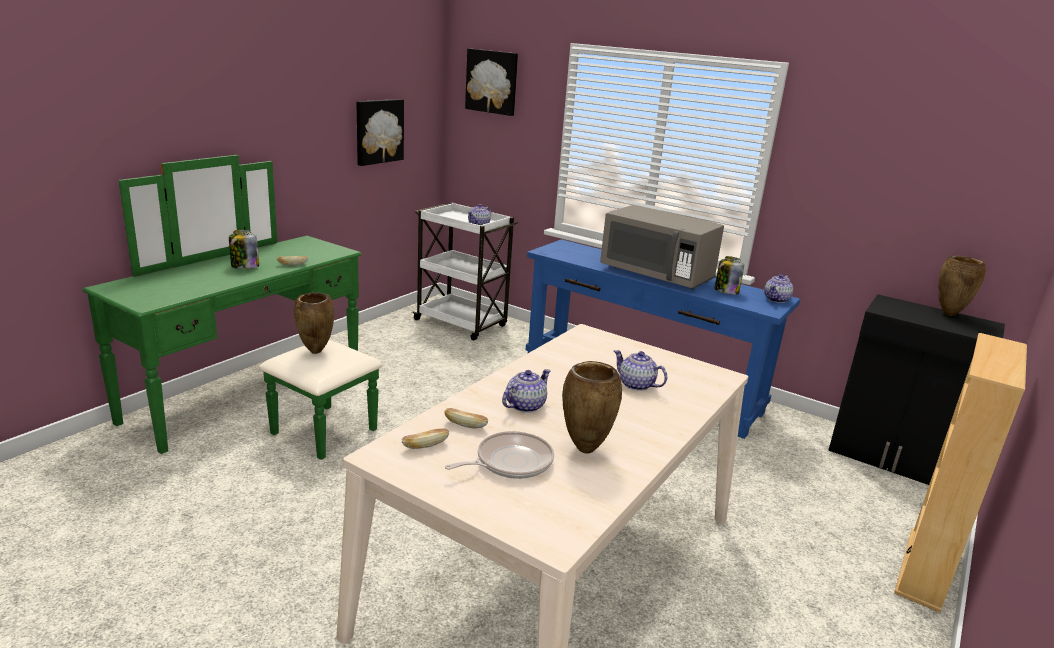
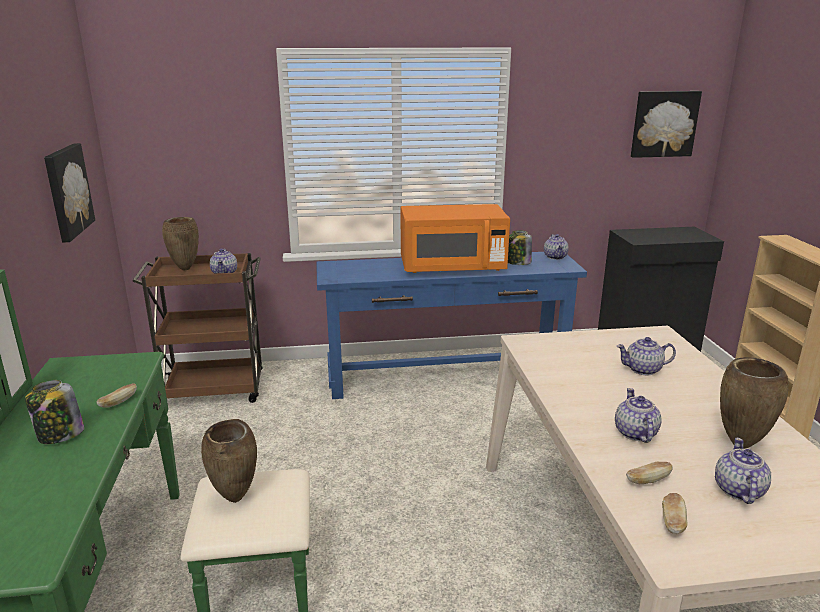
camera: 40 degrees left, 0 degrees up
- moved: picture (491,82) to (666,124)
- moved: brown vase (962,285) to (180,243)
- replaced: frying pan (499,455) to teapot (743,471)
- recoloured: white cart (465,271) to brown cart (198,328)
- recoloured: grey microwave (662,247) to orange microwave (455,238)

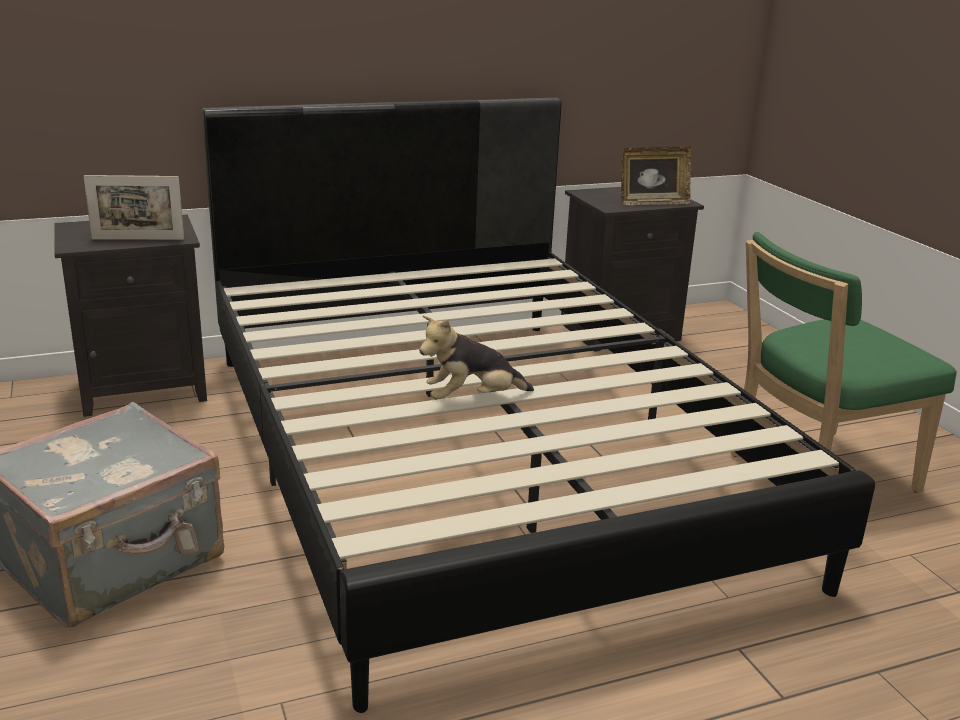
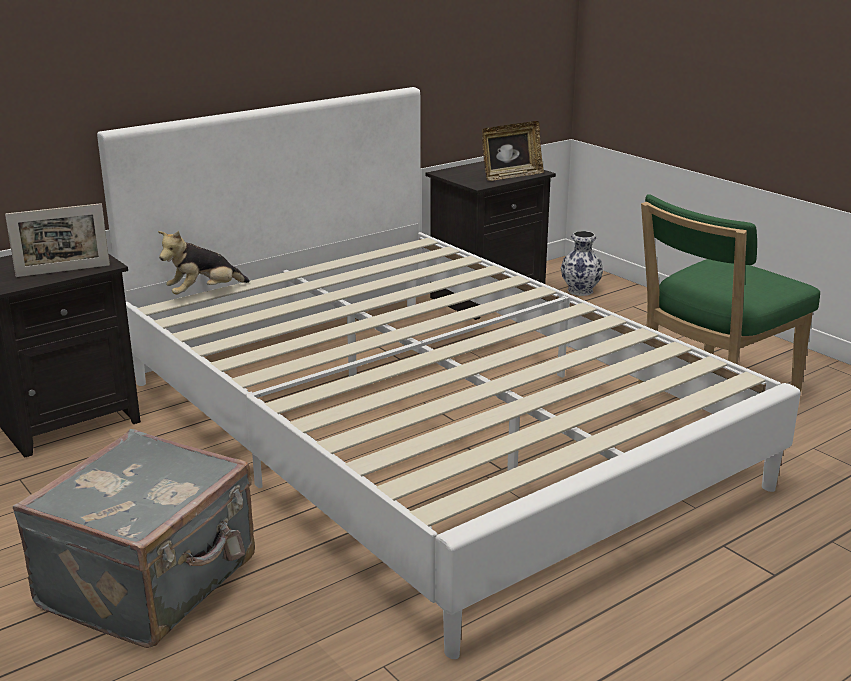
camera: 15 degrees left, 0 degrees up
- added: vase (582,263)
- moved: plush toy (476,357) to (204,263)
- recoloured: black bed (538,405) to white bed (449,373)

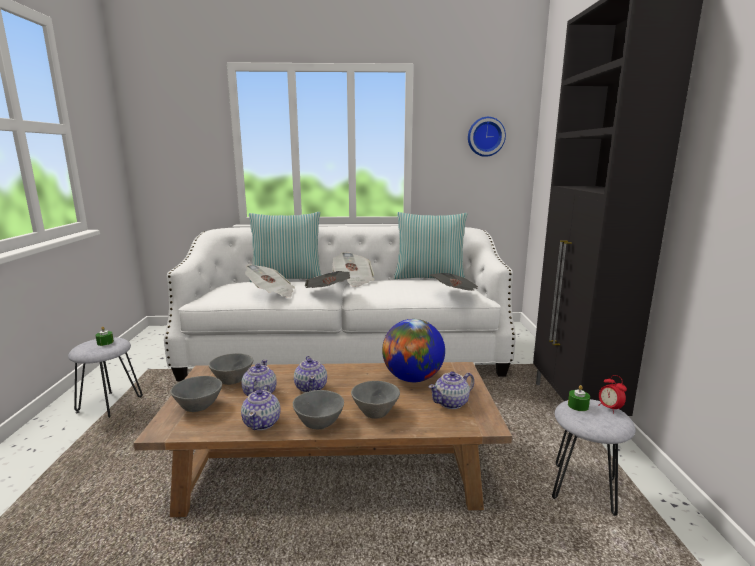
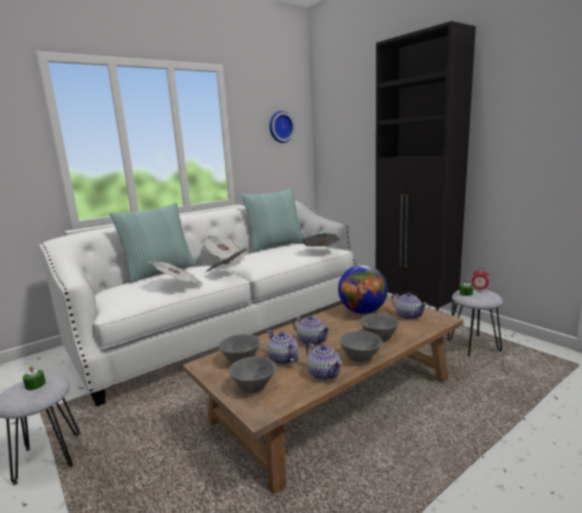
camera: 35 degrees left, 0 degrees up
- turned: teapot (451,390) = (409,306) 60 degrees counterclockwise

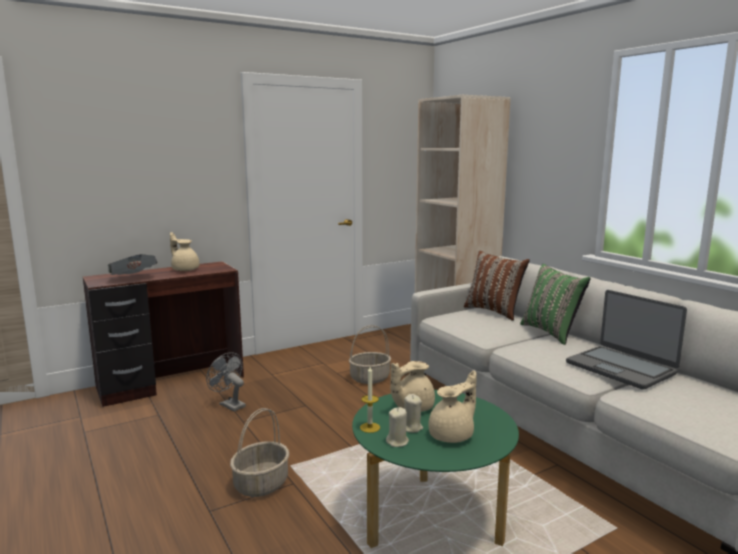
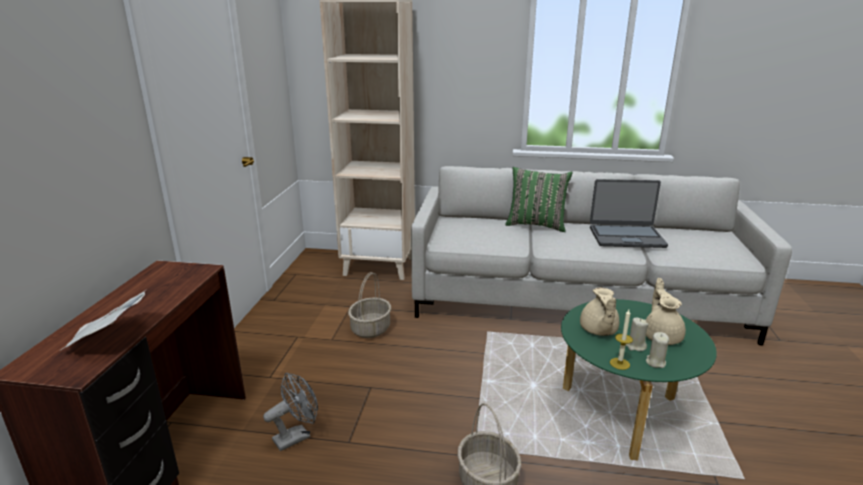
camera: 50 degrees left, 10 degrees up
- removed: beige teapot (185,251)
- removed: brown pillow (497,286)
- turned: grey fan (226,381) = (290,412) 150 degrees clockwise

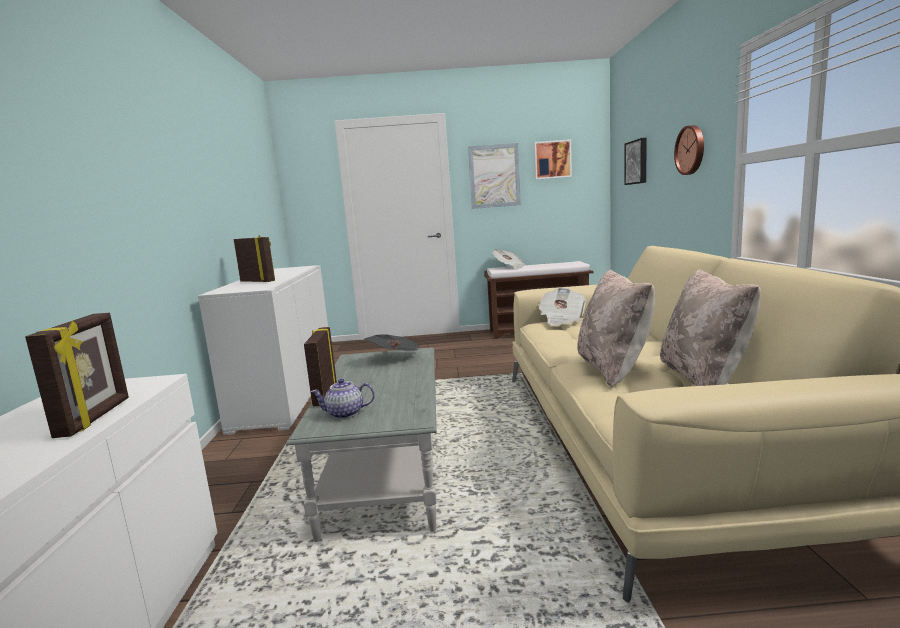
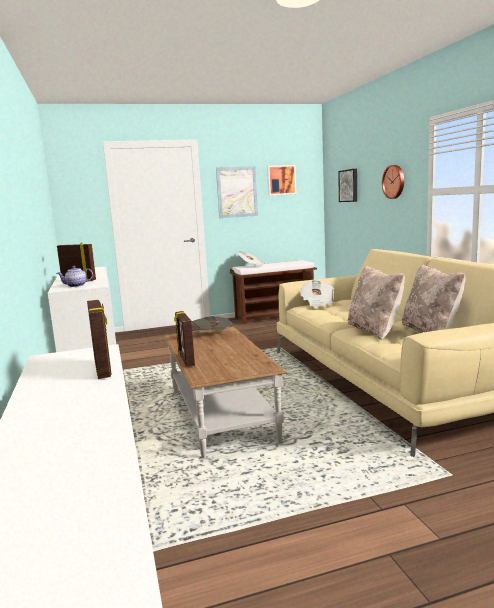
camera: 15 degrees left, 0 degrees up
- moved: teapot (343,399) to (75,276)
- recoloured: grey coffee table (361,444) to brown coffee table (225,392)

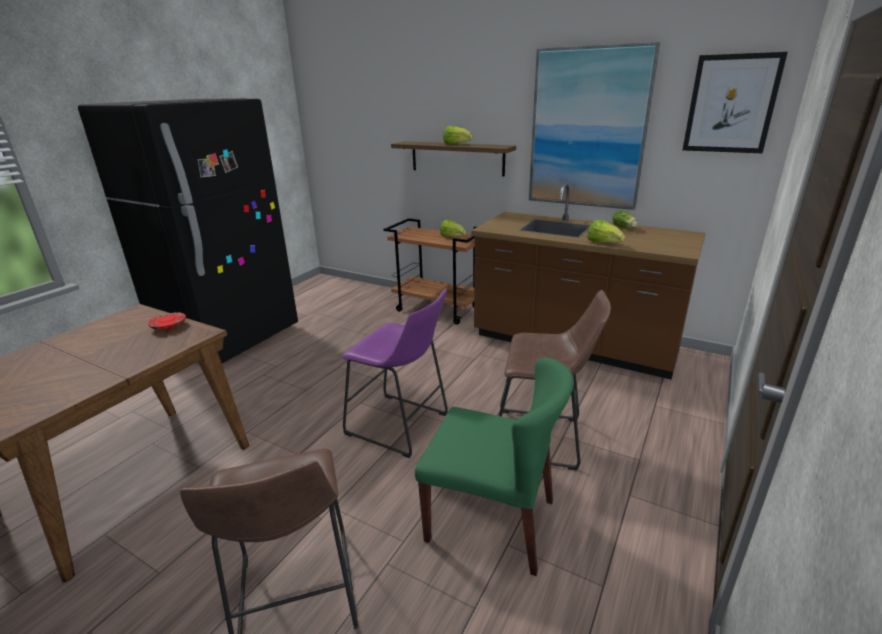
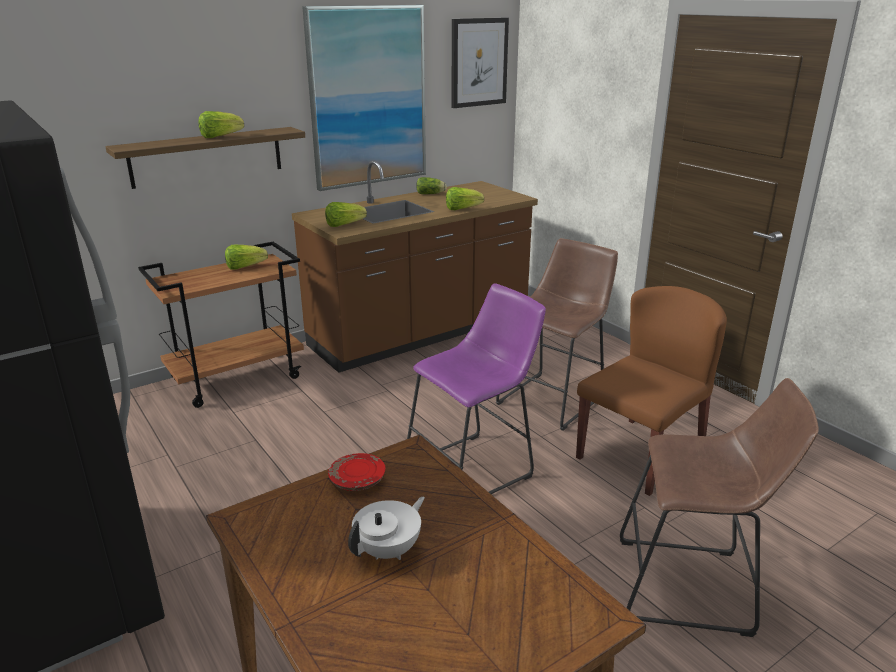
camera: 65 degrees left, 0 degrees up
- added: lettuce (346,214)
- added: white teapot (386,528)
- recoloured: green chair (494,467) to brown chair (651,391)

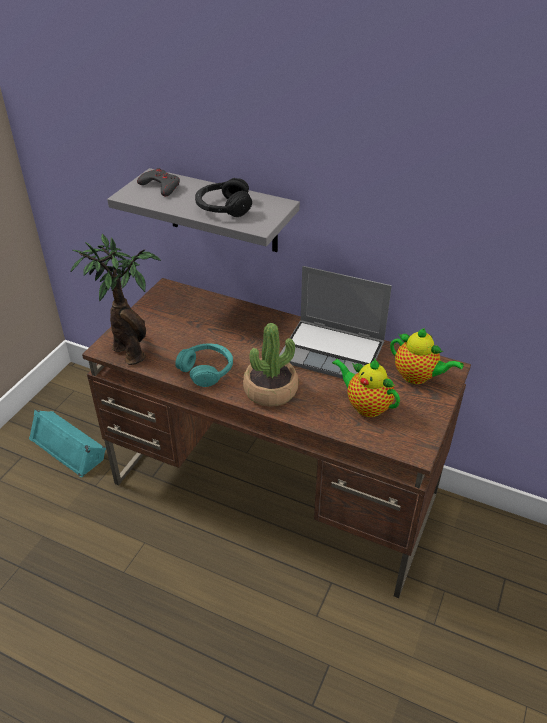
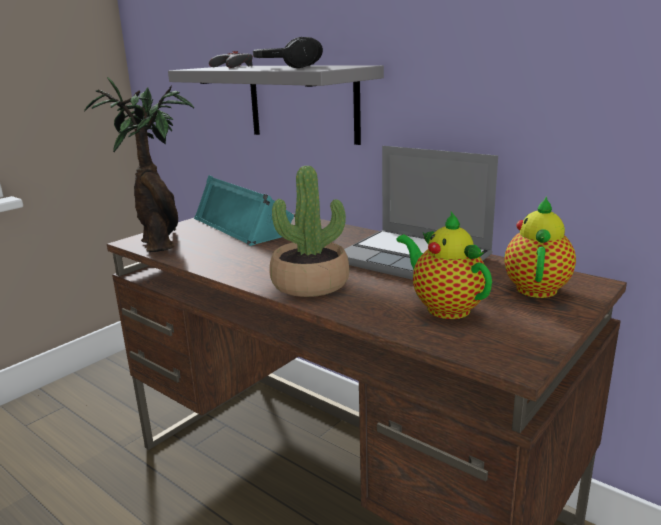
camera: 15 degrees right, 20 degrees down
- removed: turquoise headphones (204,365)
- moved: turquoise speaker (67,444) to (244,210)
- turned: teapot (427,356) = (540,247) 120 degrees counterclockwise

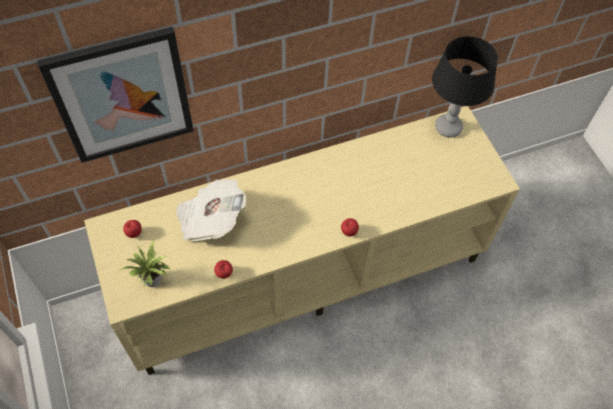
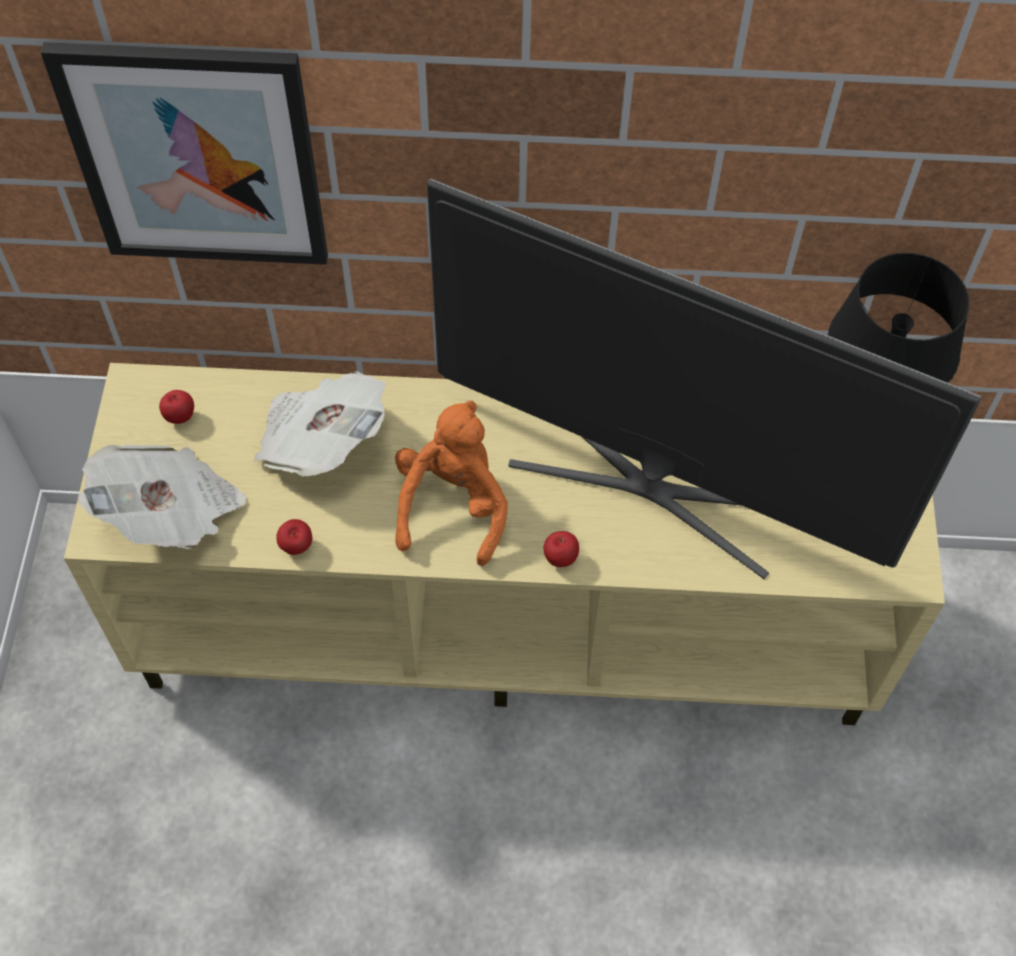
camera: 25 degrees right, 0 degrees up
- added: orange plush toy (451,483)
- added: television (704,379)
- replaced: potted plant (144,263) to newspaper (161,497)

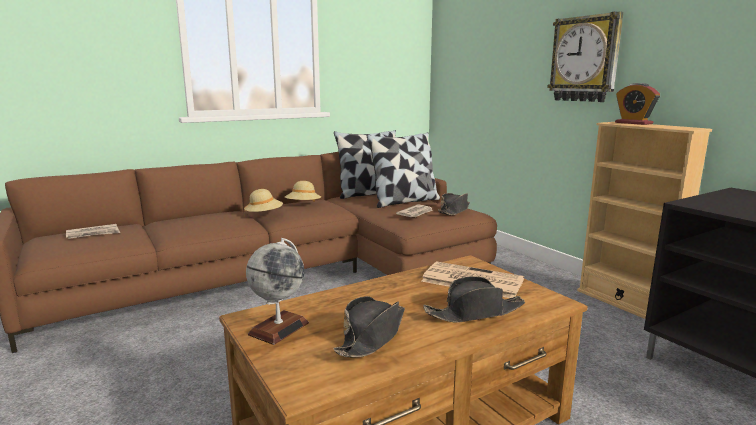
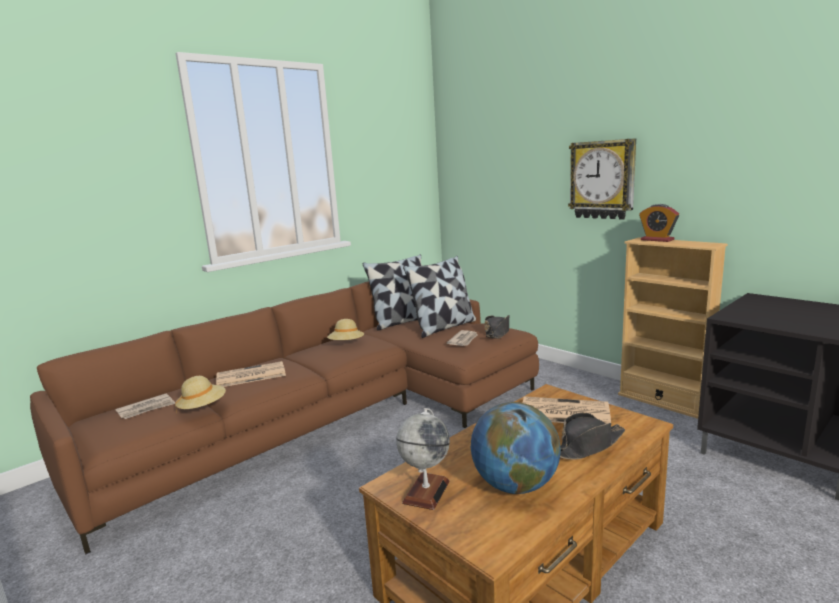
camera: 10 degrees left, 0 degrees up
- added: newspaper (251,374)
- moved: beige hat (263,203) to (200,394)
- replaced: black hat (369,326) to globe (516,448)

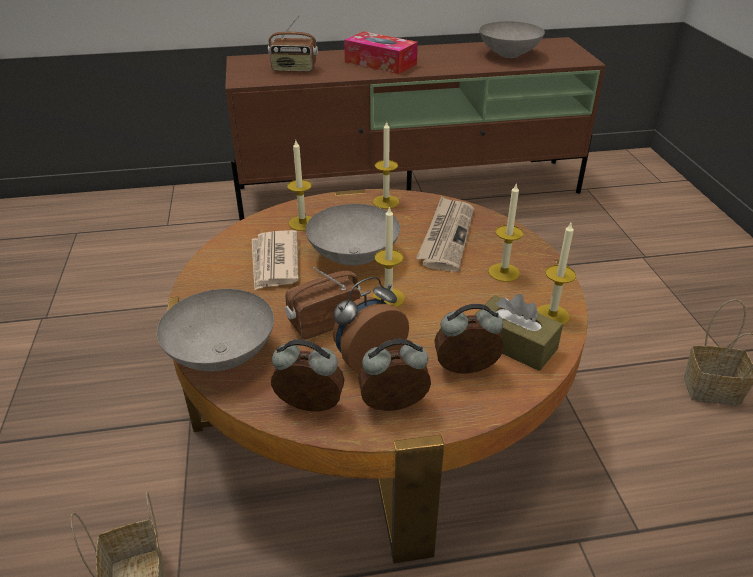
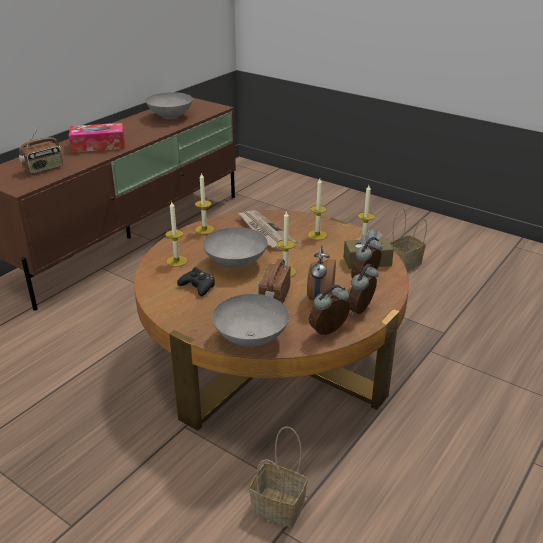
camera: 45 degrees left, 5 degrees down
- replaced: newspaper (275,260) to black game controller (196,281)

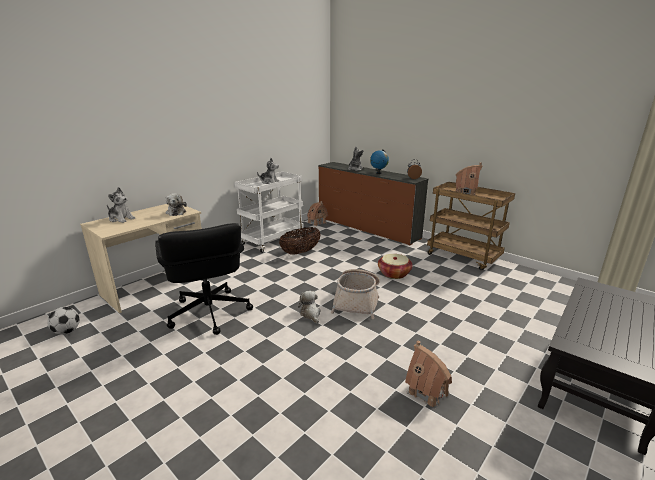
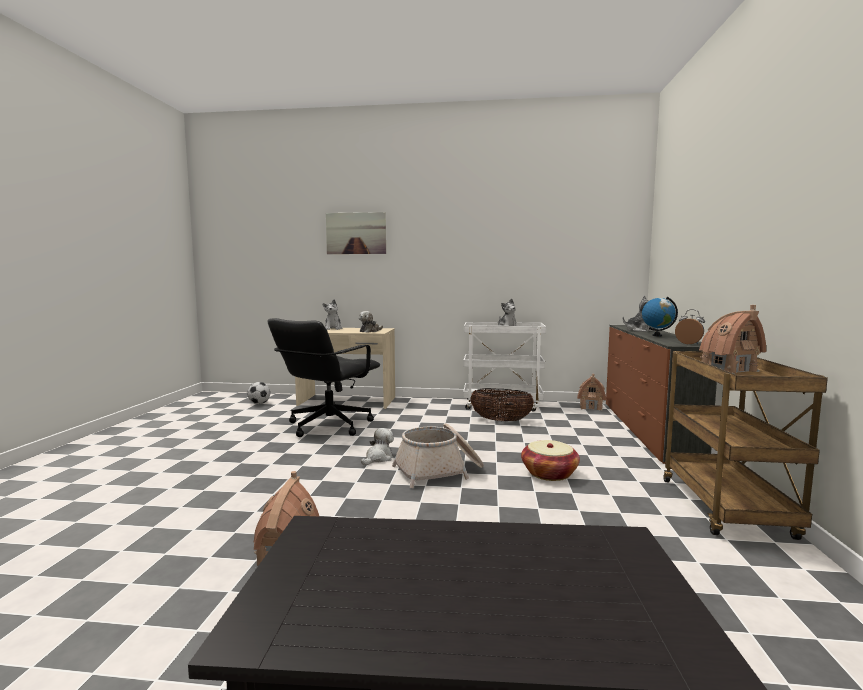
camera: 55 degrees right, 15 degrees down
- added: picture (356,233)

